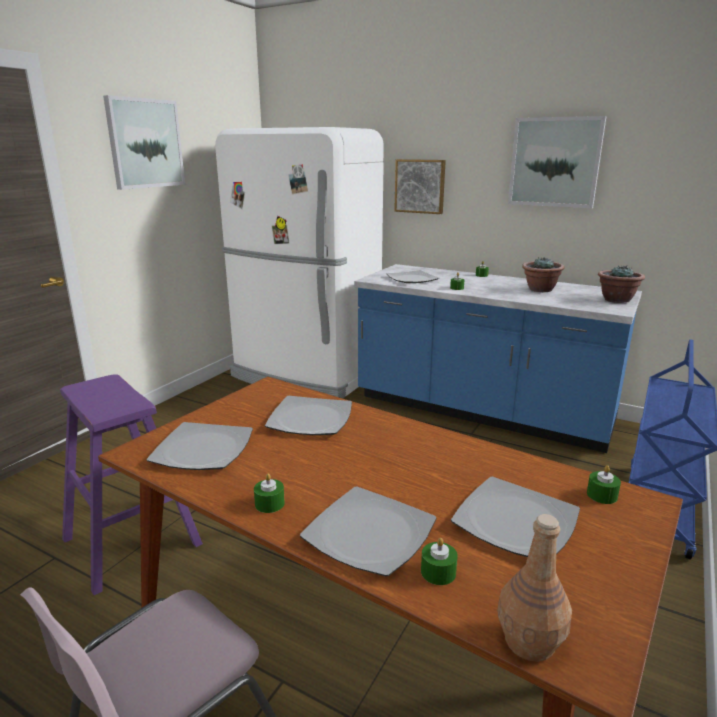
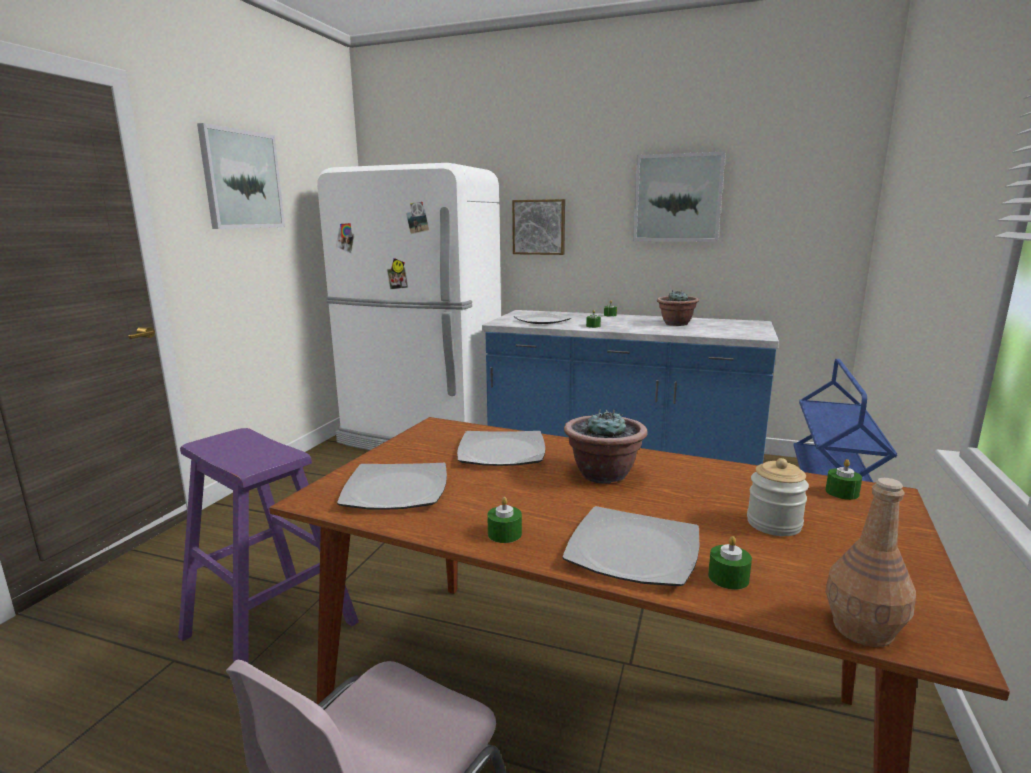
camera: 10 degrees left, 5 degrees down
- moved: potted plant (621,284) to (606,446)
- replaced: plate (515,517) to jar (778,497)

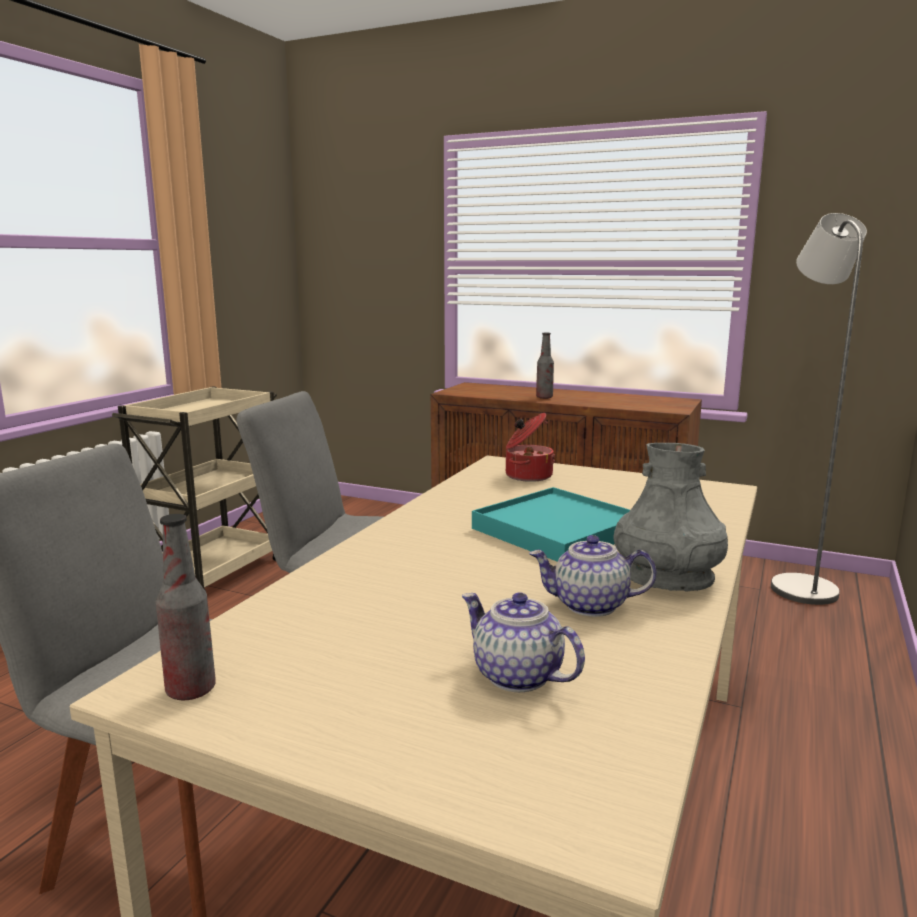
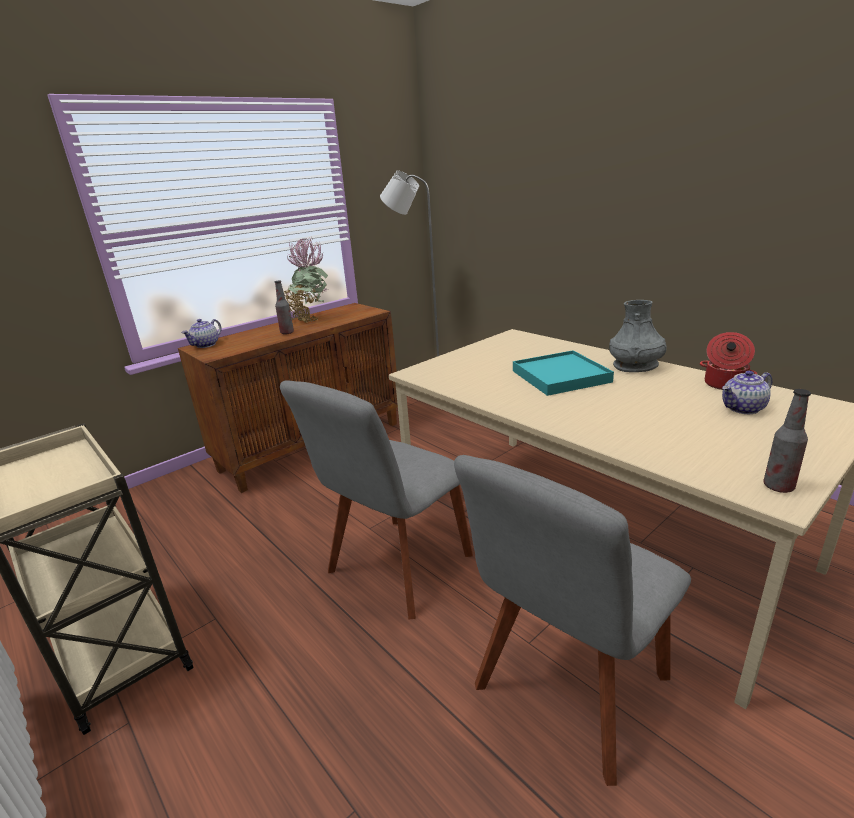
camera: 65 degrees left, 10 degrees up
- added: potted plant (306,280)
- moved: cooking pot (530,447) to (728,361)
- moved: teapot (593,576) to (202,333)

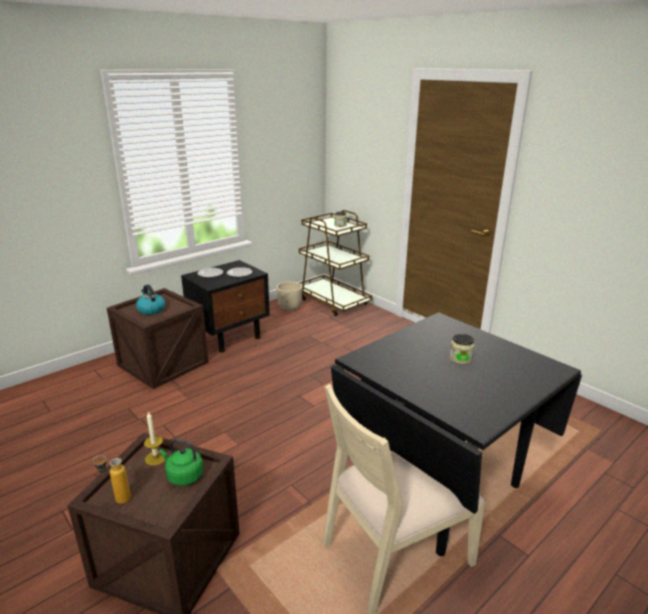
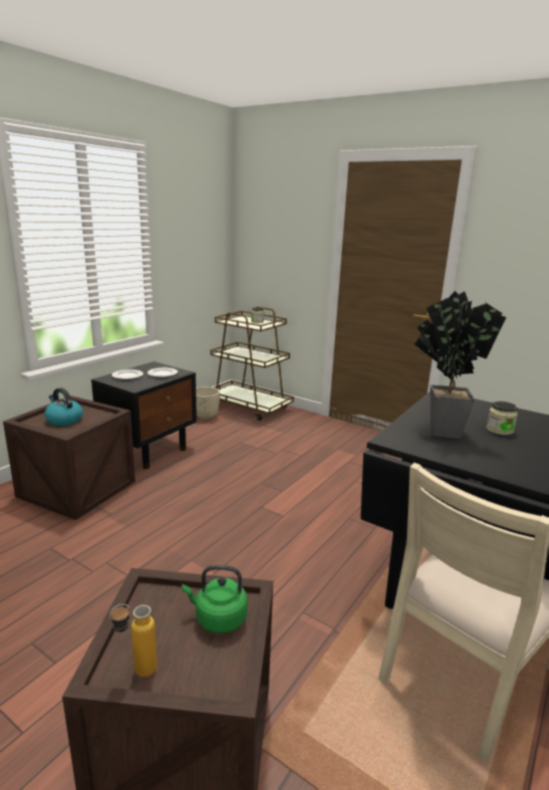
camera: 15 degrees left, 5 degrees down
- removed: candle (154,438)
- added: potted plant (460,365)

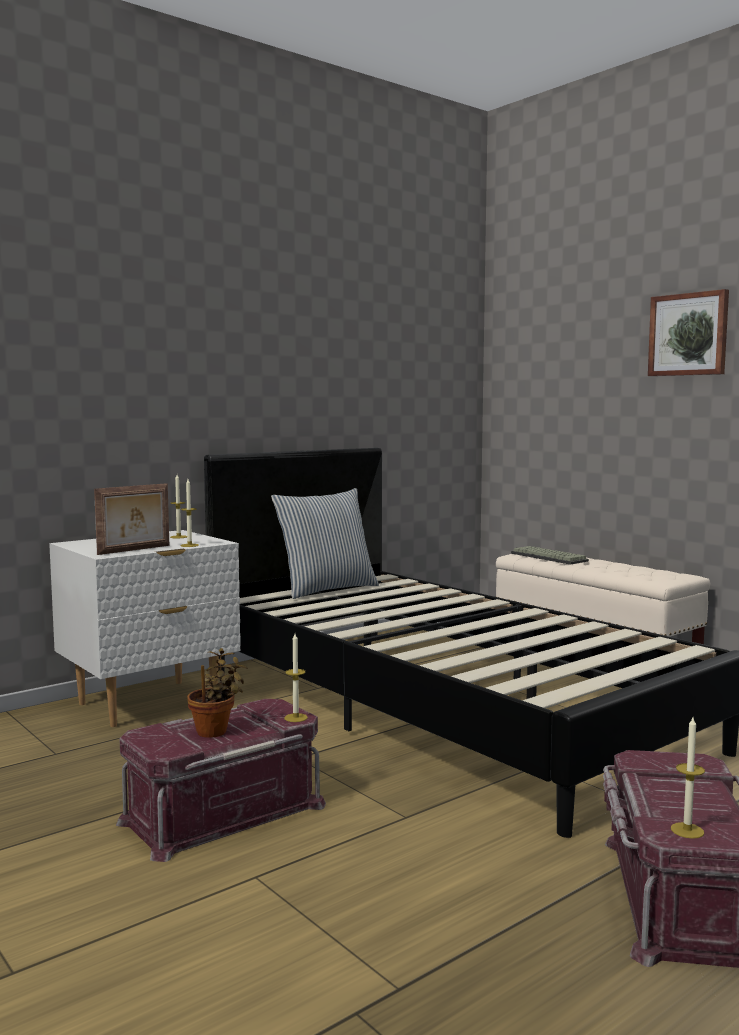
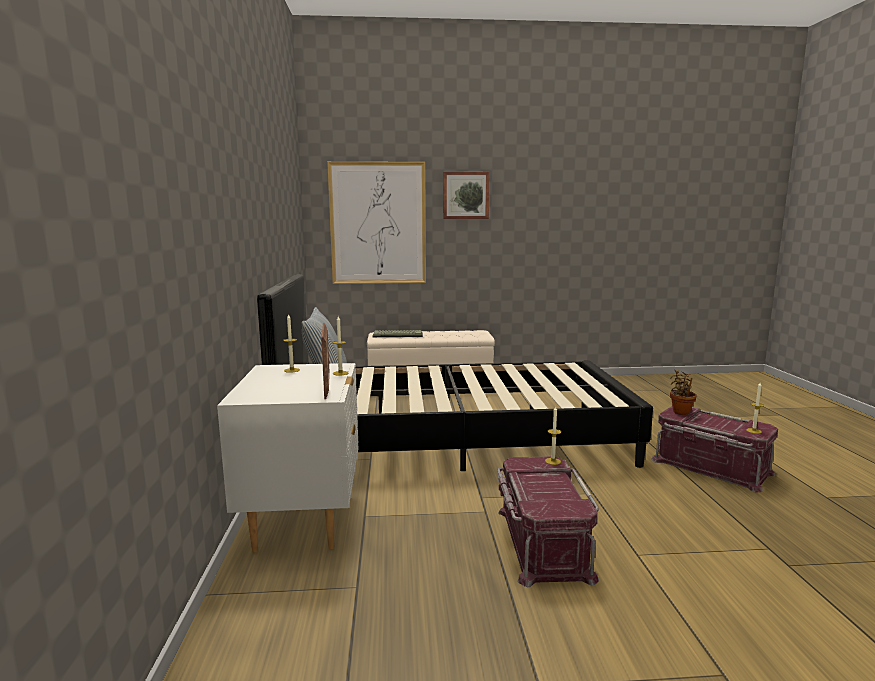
camera: 55 degrees left, 5 degrees up
- added: picture (376,222)
- moved: potted plant (217,693) to (683,392)

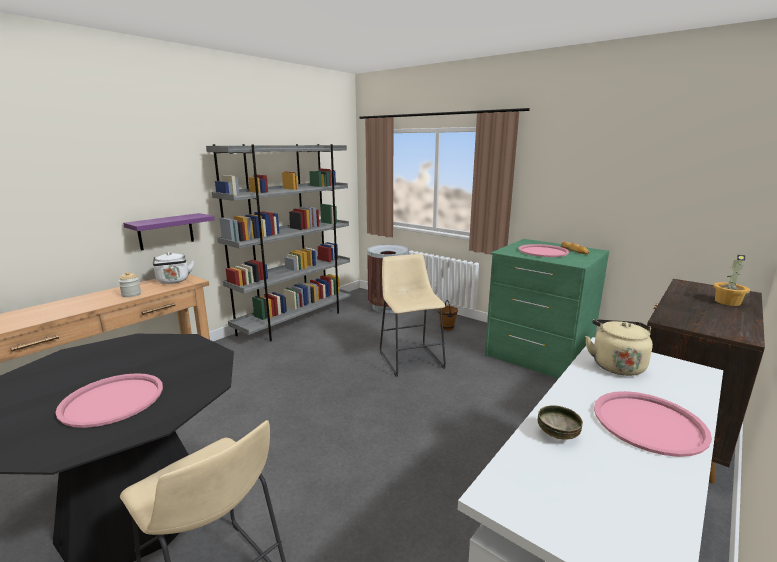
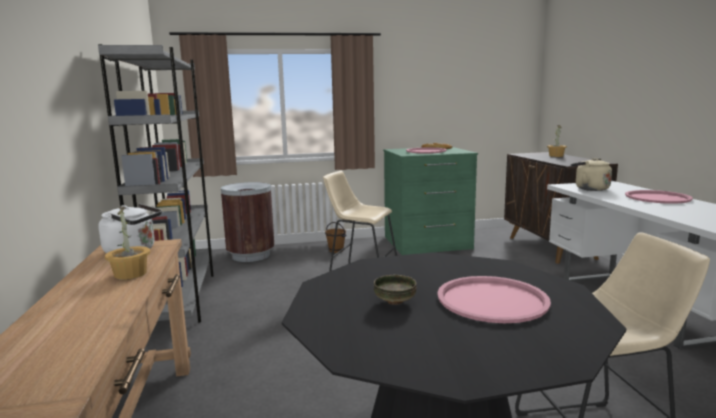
camera: 50 degrees left, 5 degrees down
- removed: purple shelf (169,232)
- moved: bowl (560,422) to (395,289)
- replaced: jar (130,284) to potted plant (127,243)

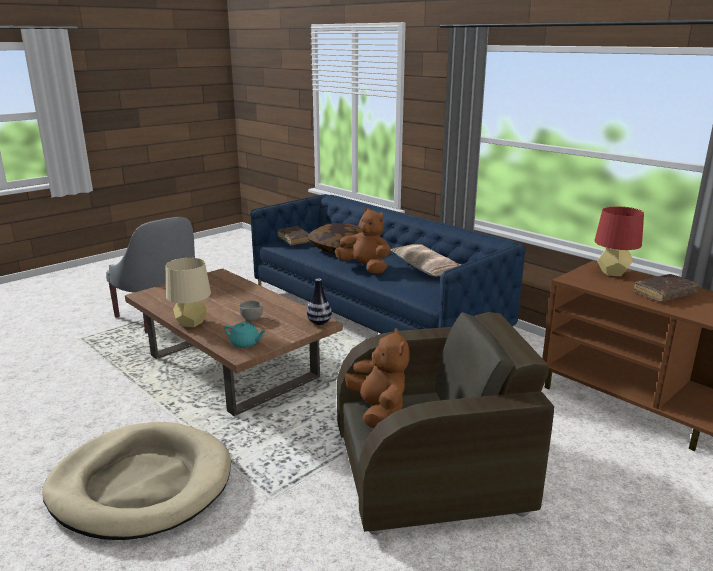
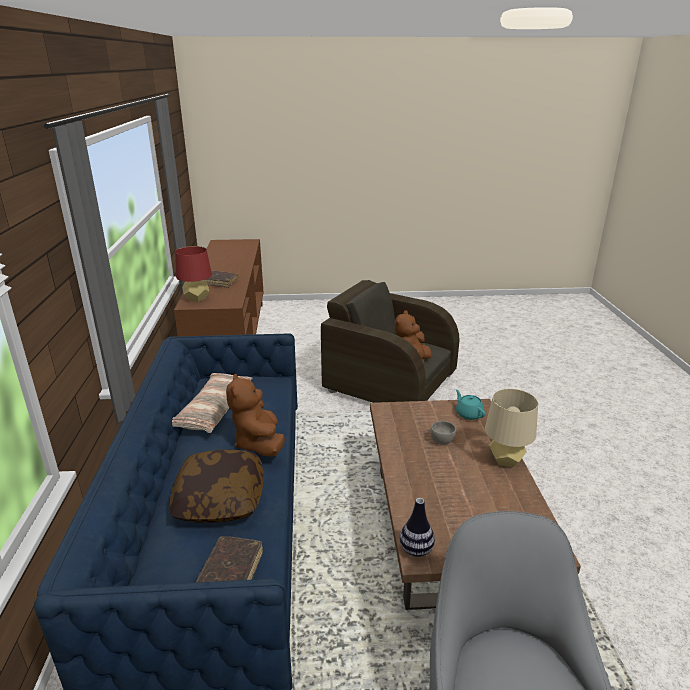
camera: 140 degrees left, 5 degrees up
- removed: beige dog bed (136,481)
- moved: vase (319,302) to (417,527)

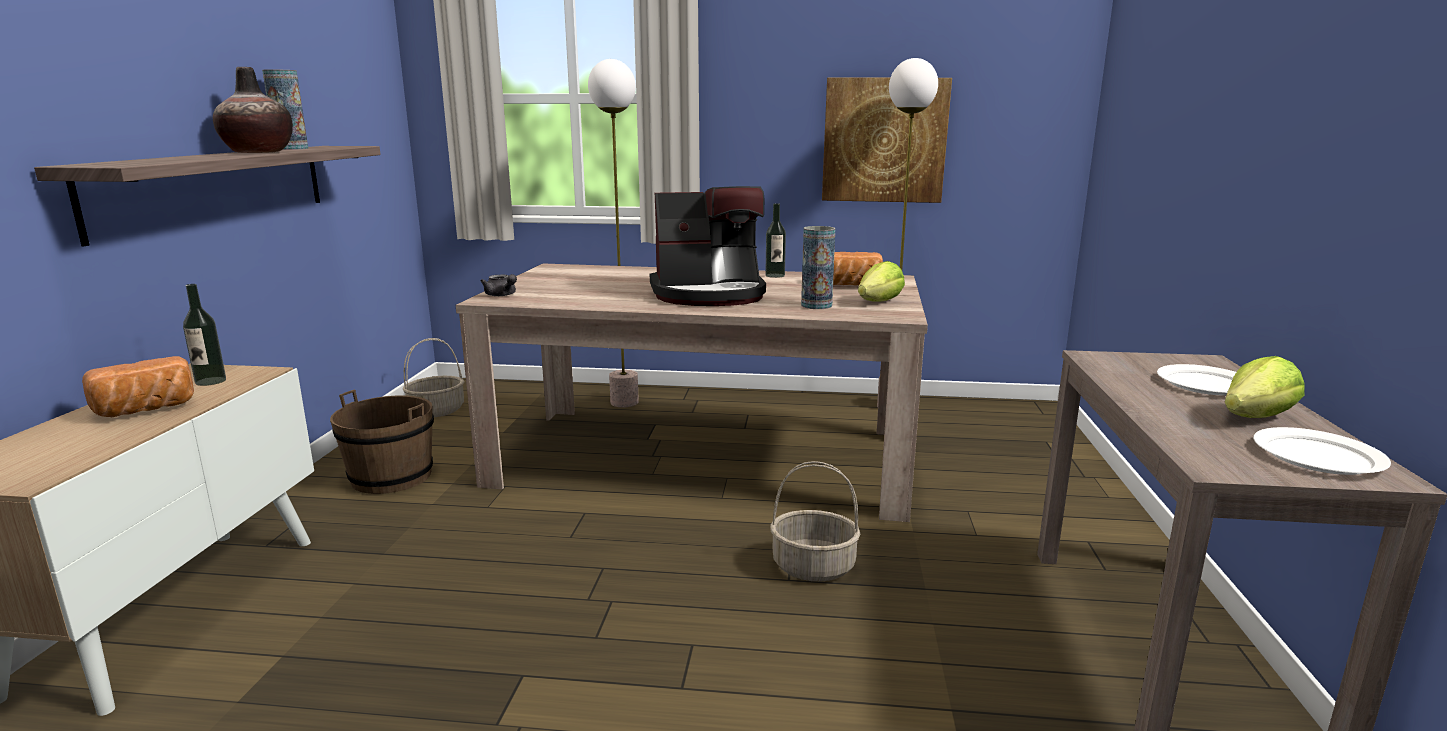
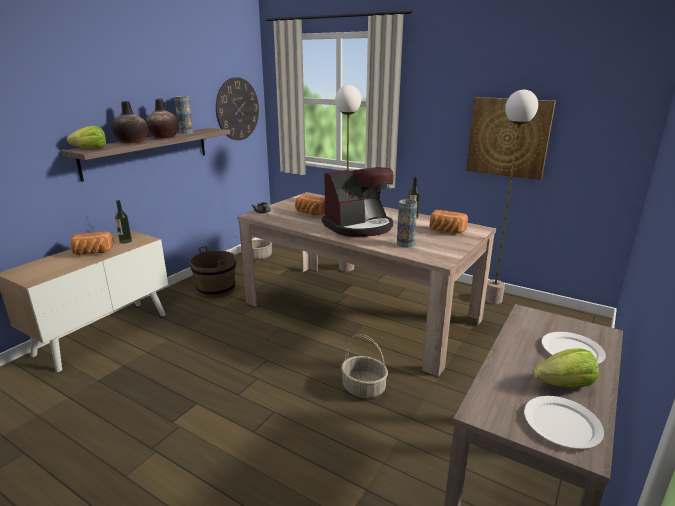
camera: 25 degrees right, 5 degrees up
- added: vase (129,122)
- added: wall clock (237,108)
- added: bread (310,205)
- moved: lettuce (881,281) to (86,137)
- turned: coffee machine (708,246) = (357,202) 45 degrees counterclockwise

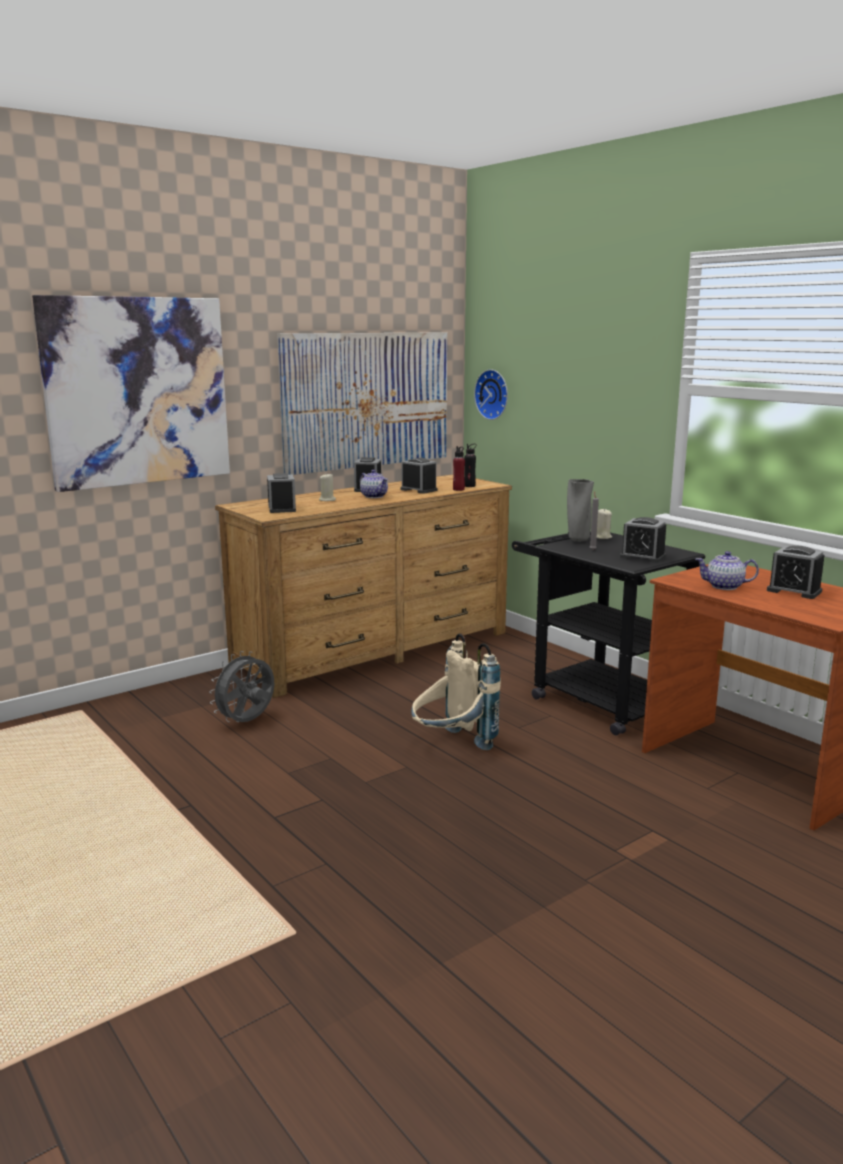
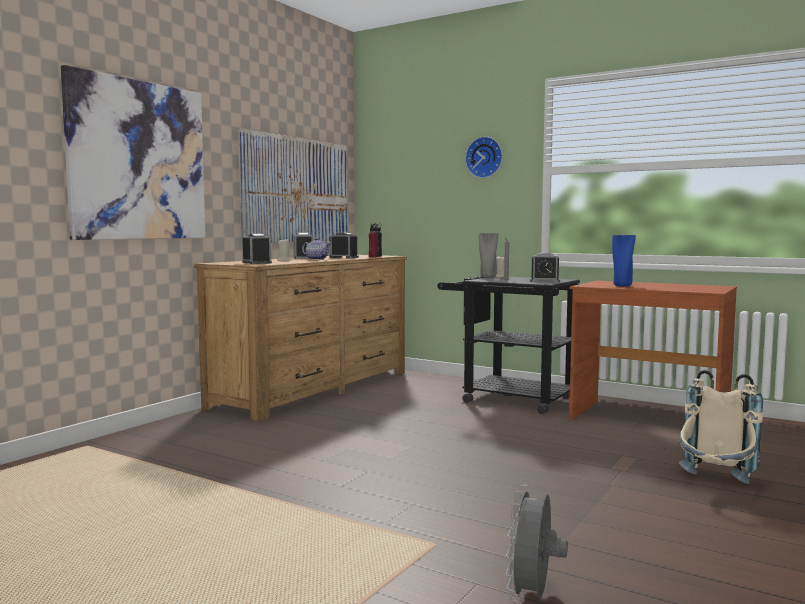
camera: 20 degrees left, 10 degrees down
- removed: alarm clock (796,572)
- moved: grey fan (241,687) to (537,544)
- moved: beige backpack (456,691) to (721,427)
- moved: wall clock (491,394) to (483,157)
- replaced: teapot (727,570) to blue vase (624,261)

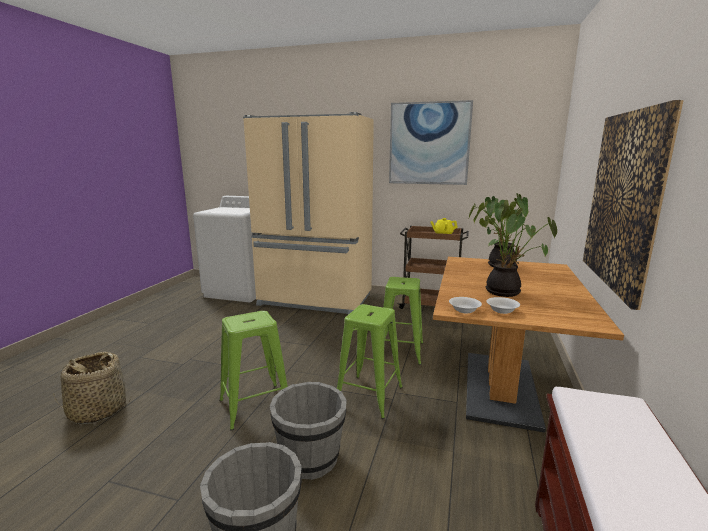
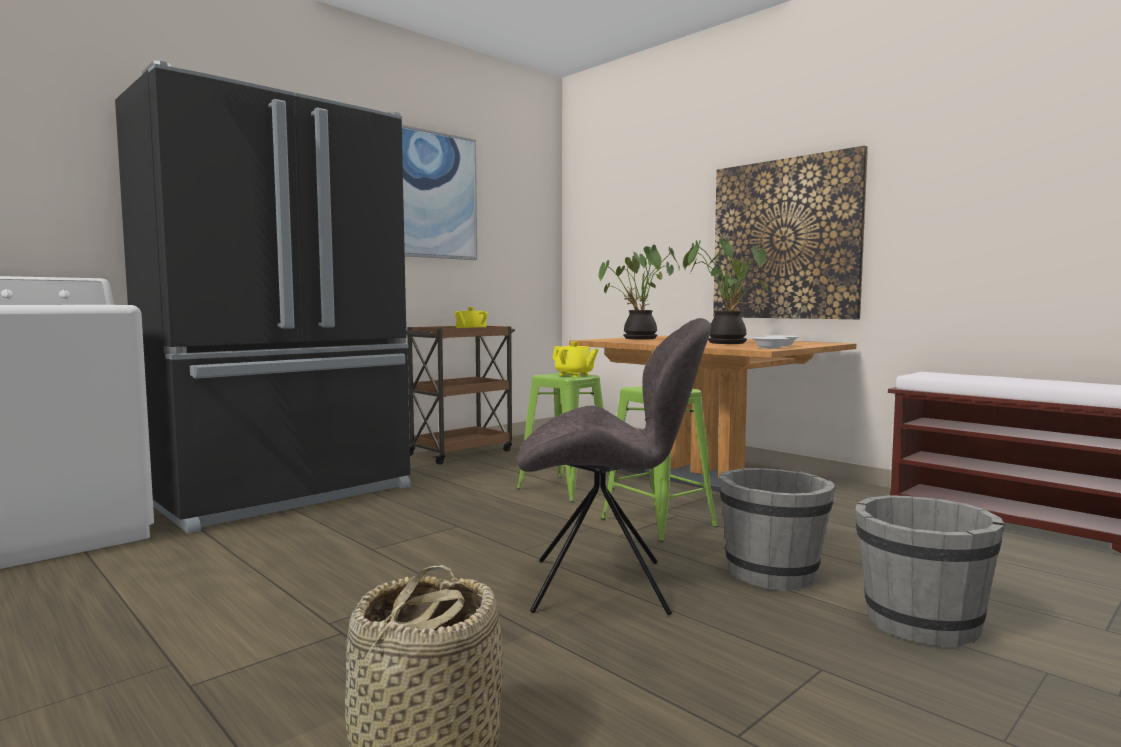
camera: 60 degrees left, 10 degrees down
- added: yellow teapot (575,359)
- replaced: green stool (253,371) to grey chair (614,466)
- recoloured: beige fridge (308,213) to black fridge (263,297)

